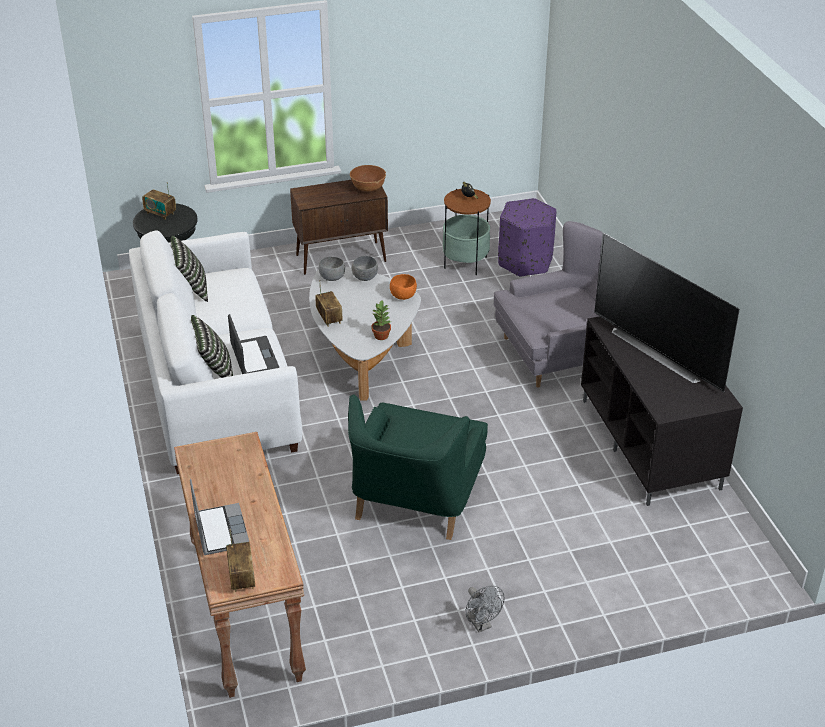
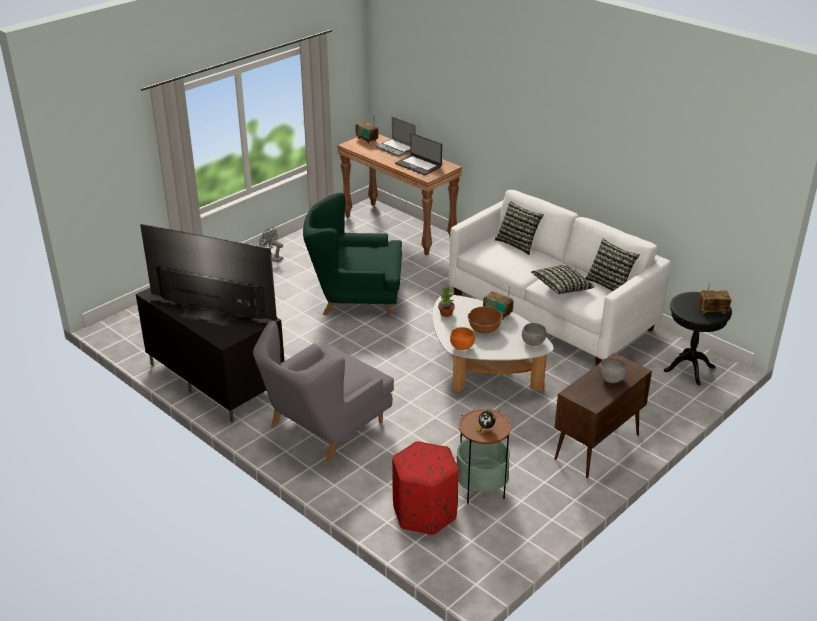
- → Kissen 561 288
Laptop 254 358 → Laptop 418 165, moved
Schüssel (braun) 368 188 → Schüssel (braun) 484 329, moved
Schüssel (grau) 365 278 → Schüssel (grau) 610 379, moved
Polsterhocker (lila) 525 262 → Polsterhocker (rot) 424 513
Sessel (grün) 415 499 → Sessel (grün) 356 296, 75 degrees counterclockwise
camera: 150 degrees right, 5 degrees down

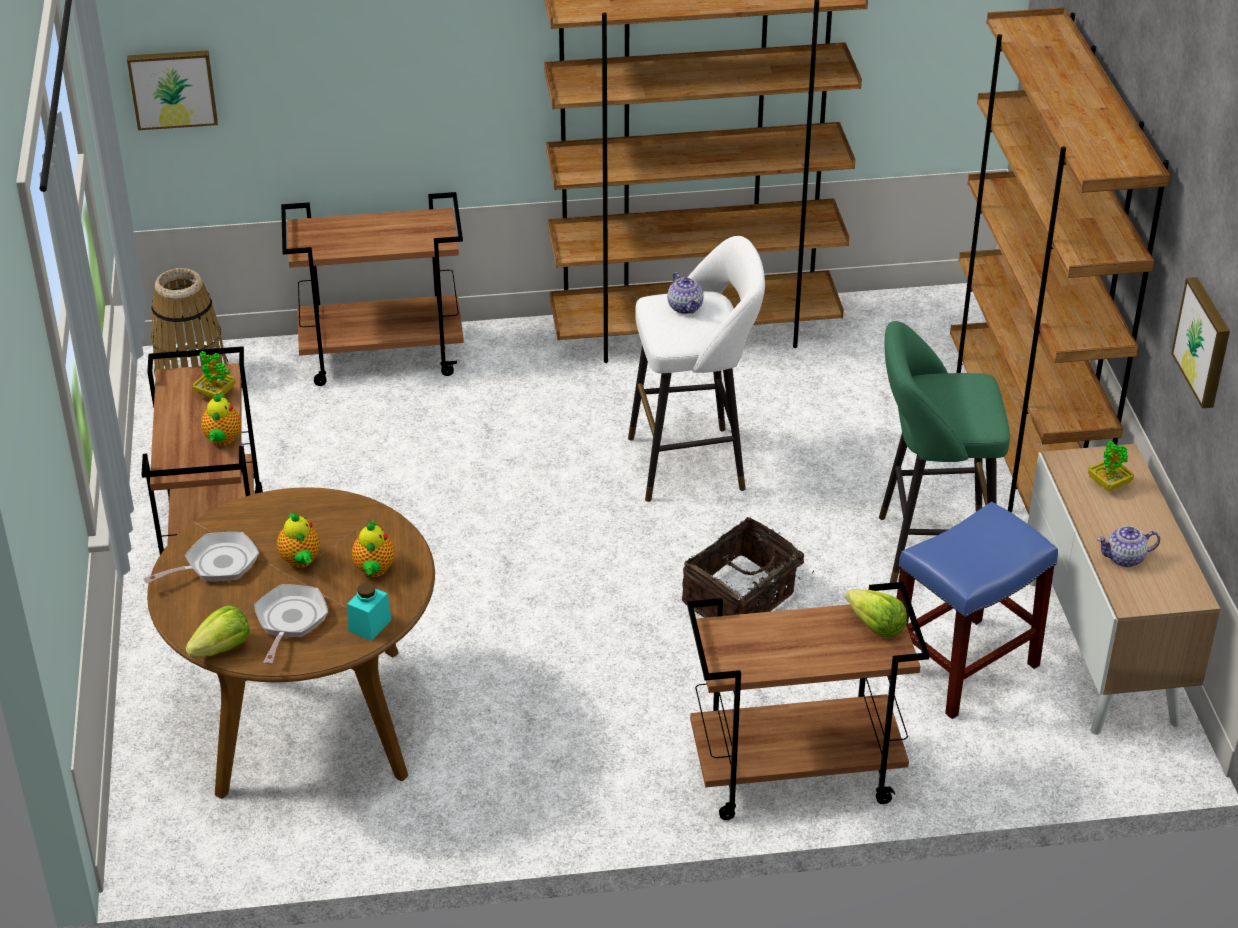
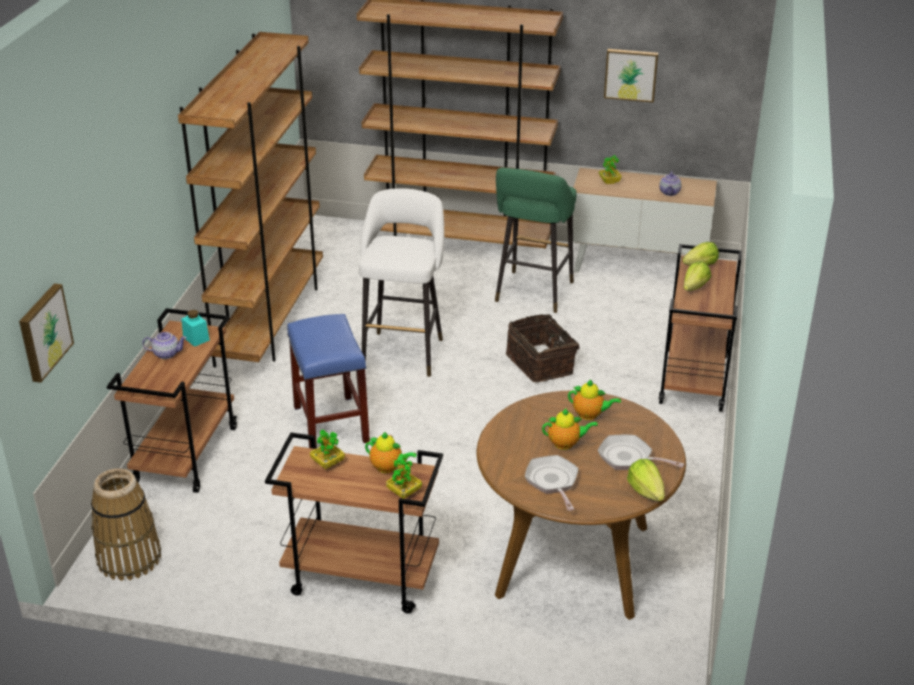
- → Topfpflanze 404 492
- → Salatkopf 694 287
Vorratsglas (türkis) 369 625 → Vorratsglas (türkis) 196 338, moved
Teekanne 685 307 → Teekanne 166 354, moved
Hocker (blau) 964 666 → Hocker (blau) 330 424, moved
camera: 70 degrees left, 5 degrees down

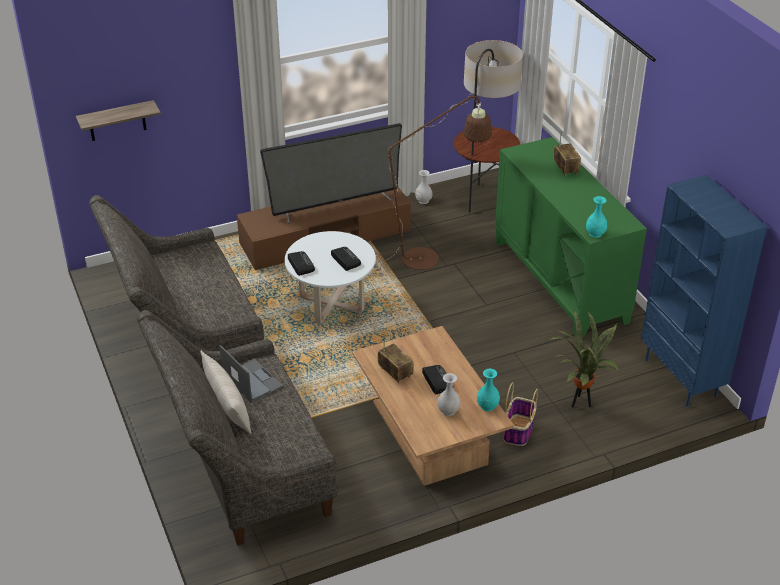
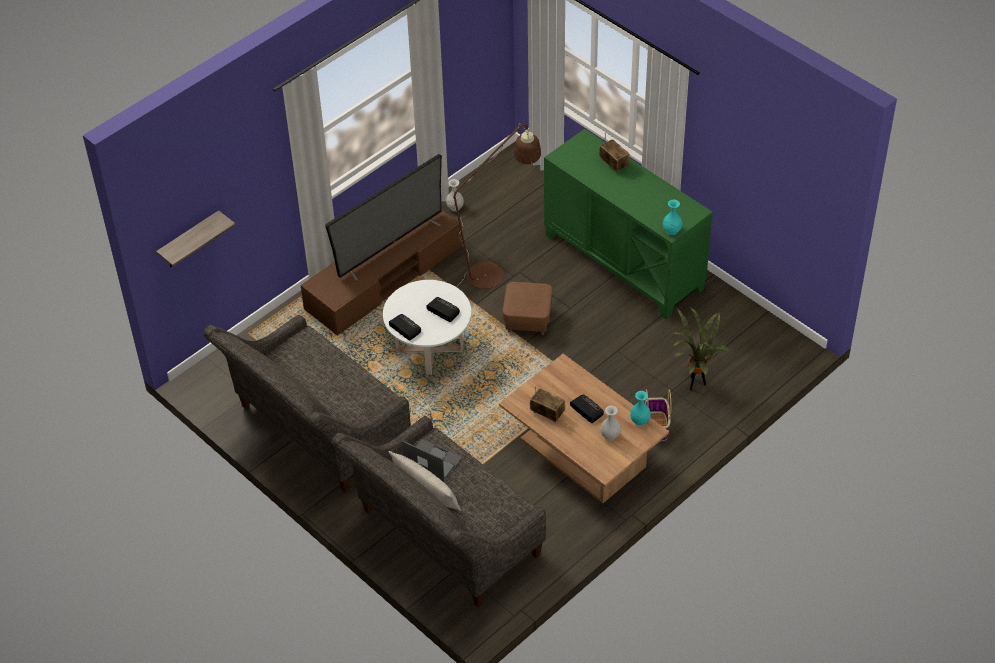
Stehlampe 483 200 → -
Bücherregal (blau) 682 378 → -
- → Polsterhocker (braun) 527 320
camera: 20 degrees left, 10 degrees up

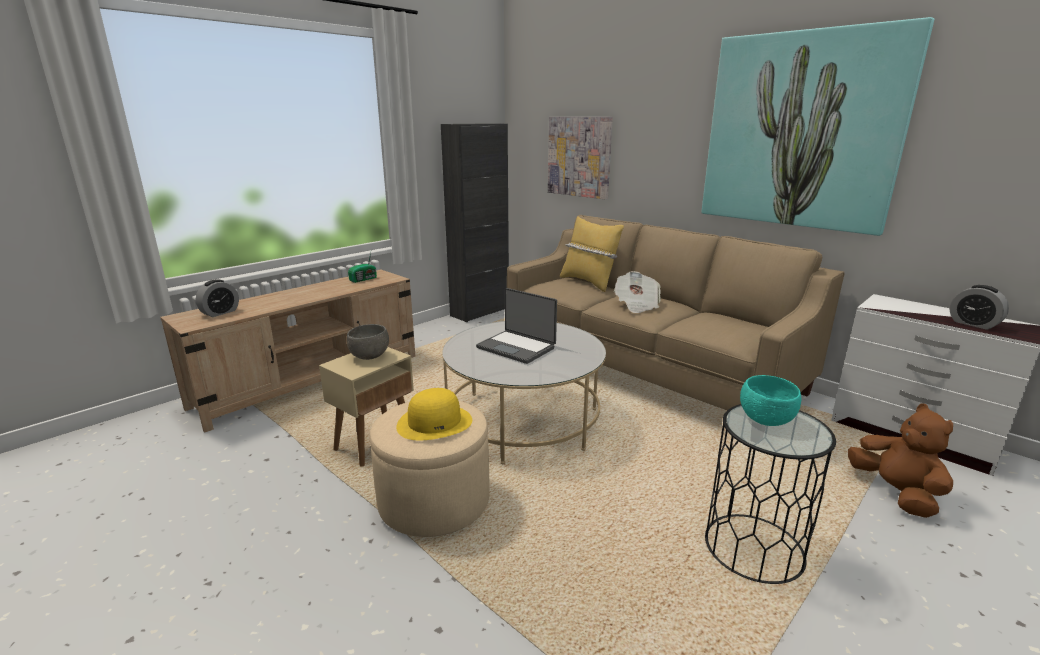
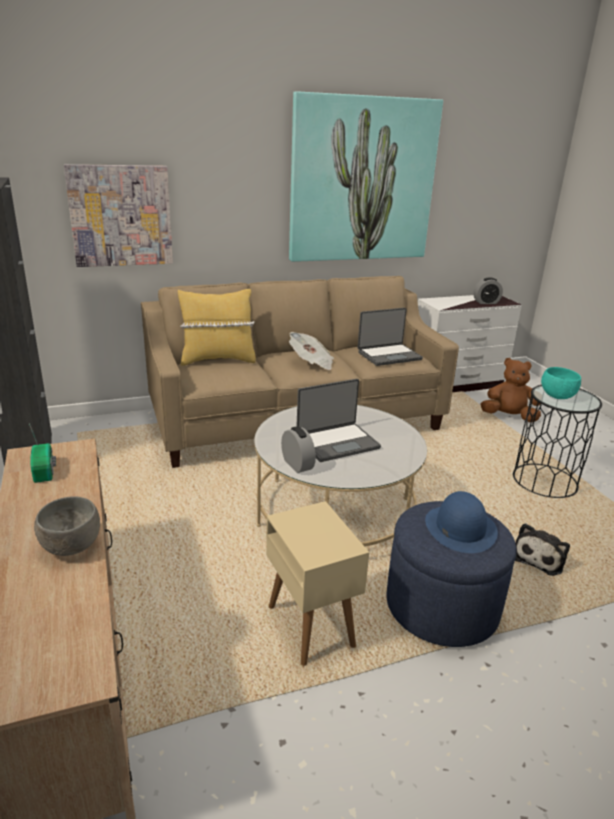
- → Laptop 388 355
- → Plüschtier 540 558
Wecker 220 312 → Wecker 297 464, moved
Schüssel (grau) 369 356 → Schüssel (grau) 70 547, moved
Polsterhocker (beige) 434 501 → Polsterhocker (blau) 441 606
Hut (gelb) 435 422 → Hut (blau) 460 528
camera: 65 degrees left, 5 degrees up

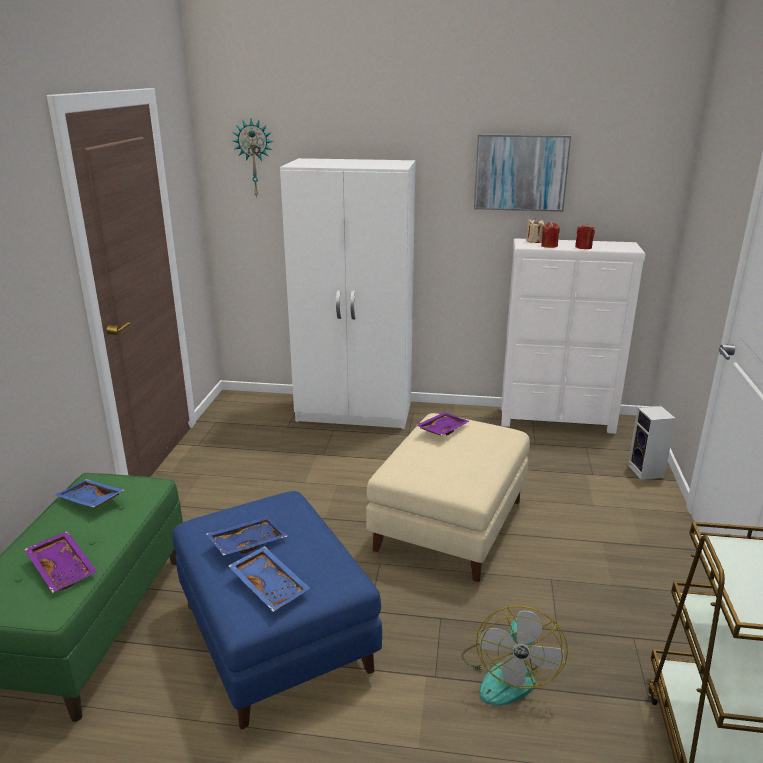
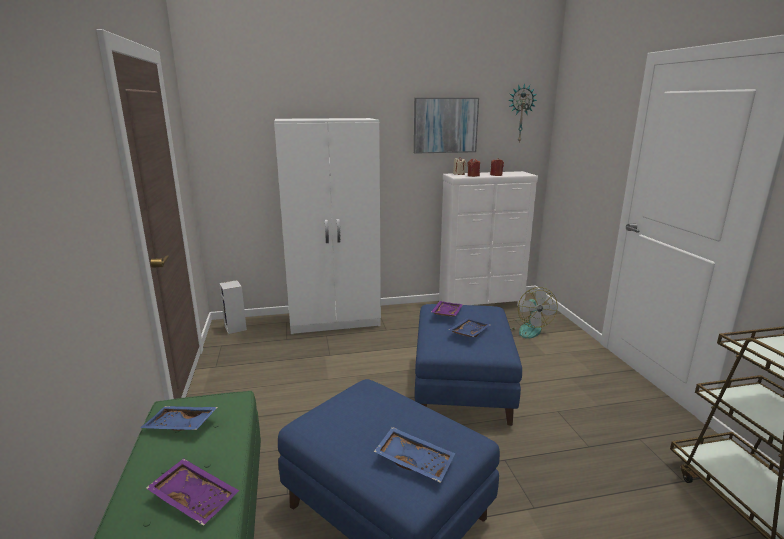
Tablett (blau) 246 543 → Tablett (blau) 468 333, moved
Wanduhr 254 158 → Wanduhr 520 113, moved
Ventilator 508 673 → Ventilator 526 329, moved
Lautsprecher 647 472 → Lautsprecher 236 328, moved
Polsterhocker (beige) 449 524 → Polsterhocker (blau) 461 388
camera: 20 degrees left, 5 degrees down

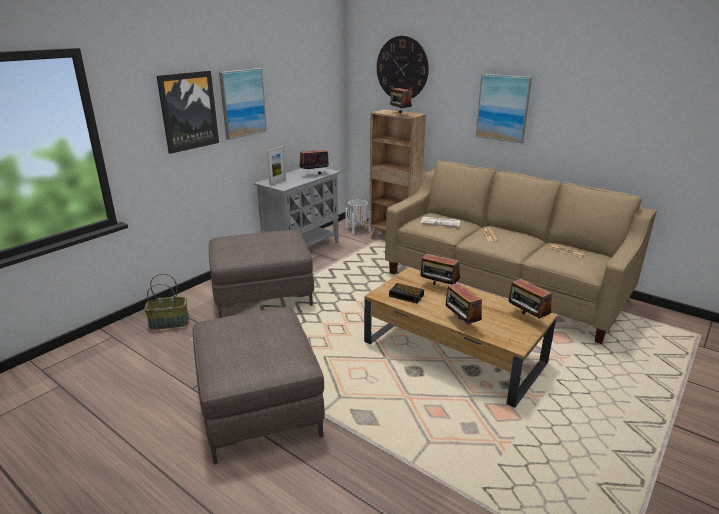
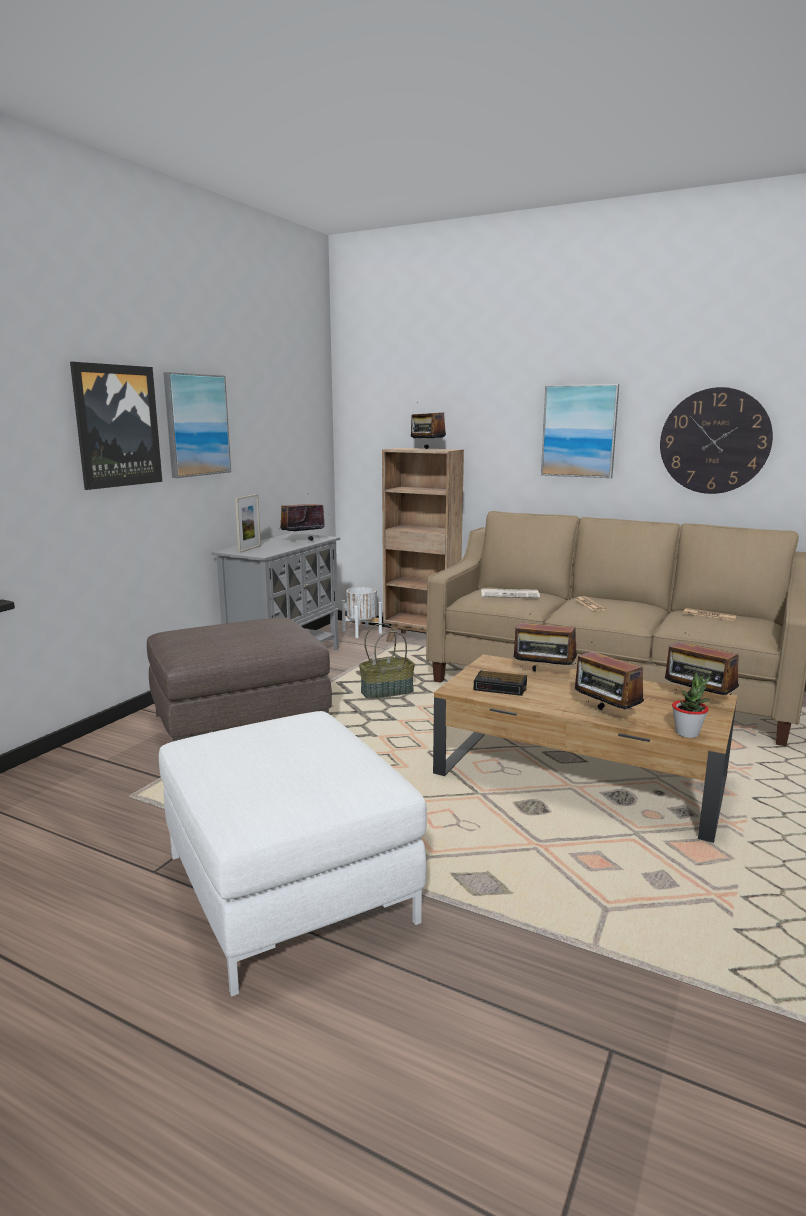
- → Topfpflanze 687 733
Korb 169 322 → Korb 387 692, moved
Wanduhr 402 68 → Wanduhr 714 441, moved
Polsterhocker (braun) 258 406 → Polsterhocker (weiß) 287 887
camera: 10 degrees left, 10 degrees down

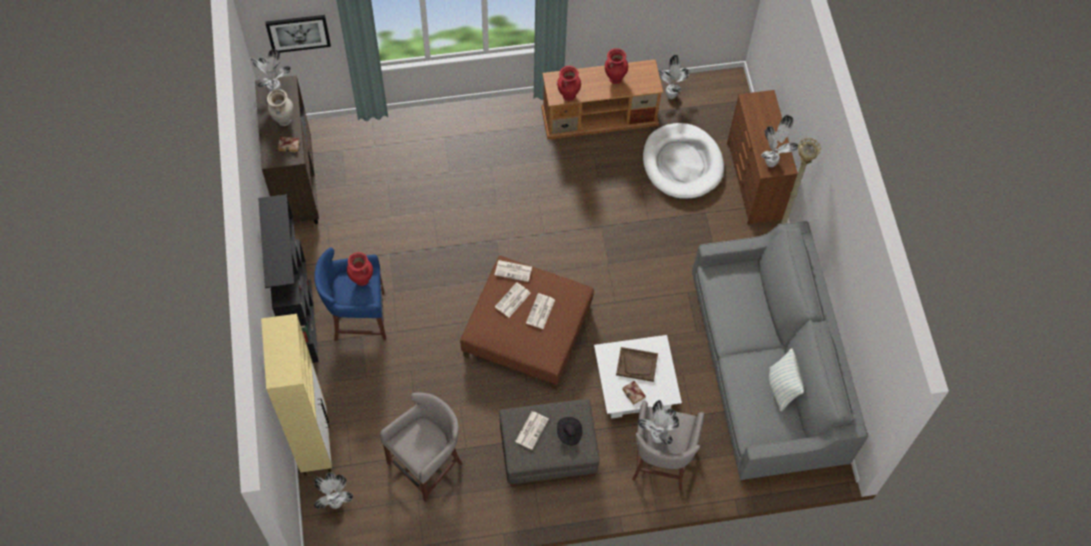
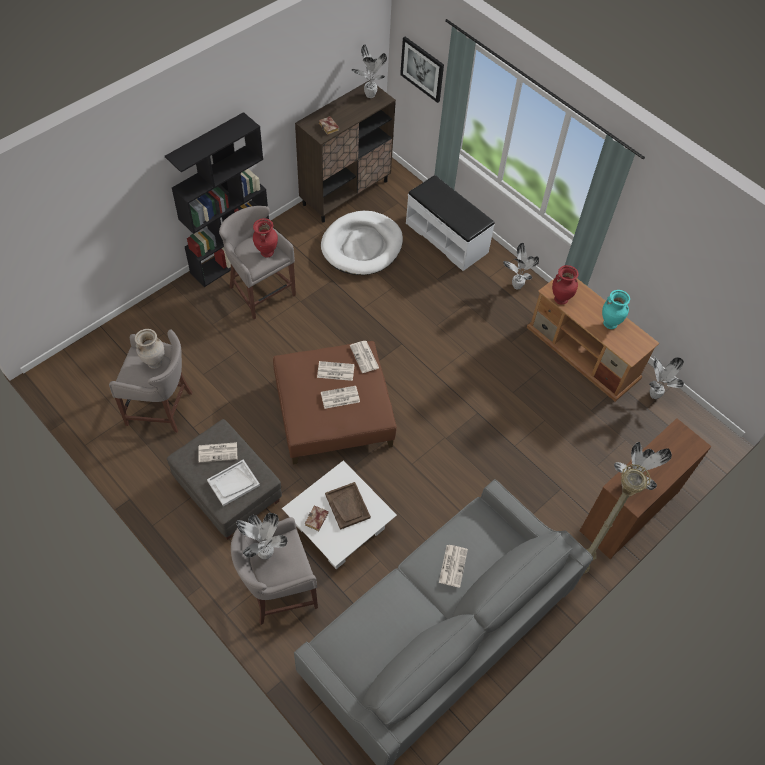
Schrank (beige) 315 443 → -
Kissen 781 388 → -
- → Bank (weiß) 447 237
- → Zeitung 453 565
Vase (beige) 284 120 → Vase (beige) 154 362, moved
Topfpflanze 336 504 → Topfpflanze 516 286, moved
Hundebett (weiß) 682 163 → Hundebett (weiß) 362 246, moved
Hut (schwarz) 569 433 → Tablett (weiß) 233 483
Hocker (blau) 357 317 → Hocker (grau) 260 290
Vase (rot) 615 79 → Vase (türkis) 609 323
camera: 55 degrees right, 5 degrees down

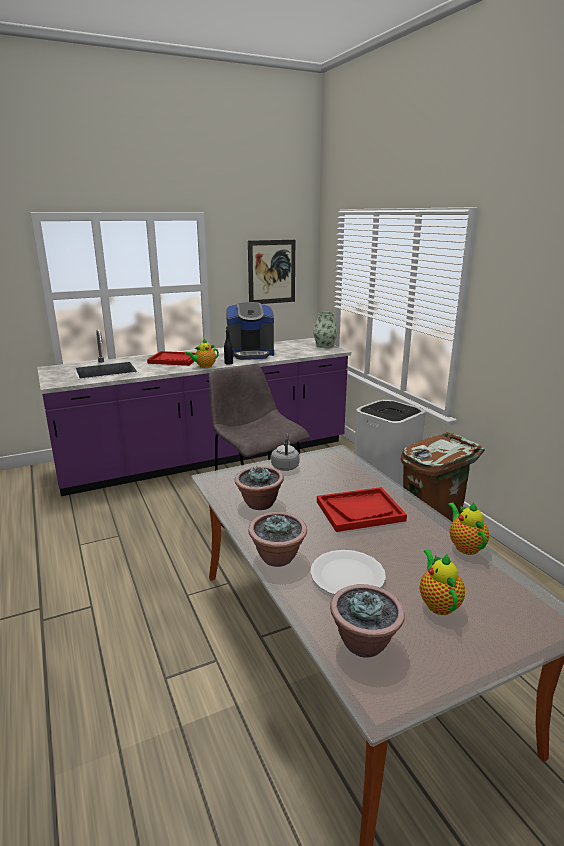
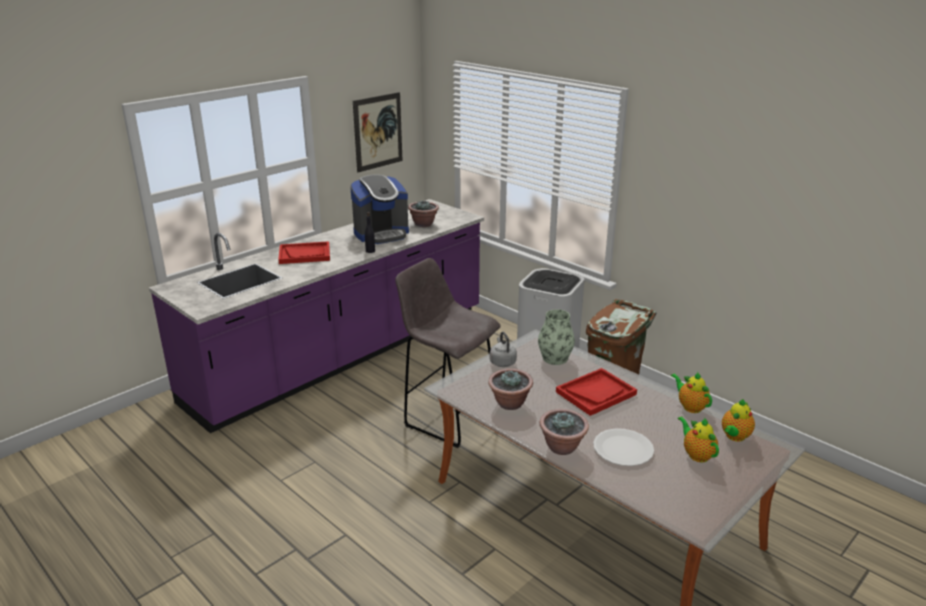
Teekanne 204 366 → Teekanne 734 437, moved
Vase 324 345 → Vase 555 358, moved
Topfpflanze 364 642 → Topfpflanze 423 224, moved
camera: 20 degrees left, 5 degrees up

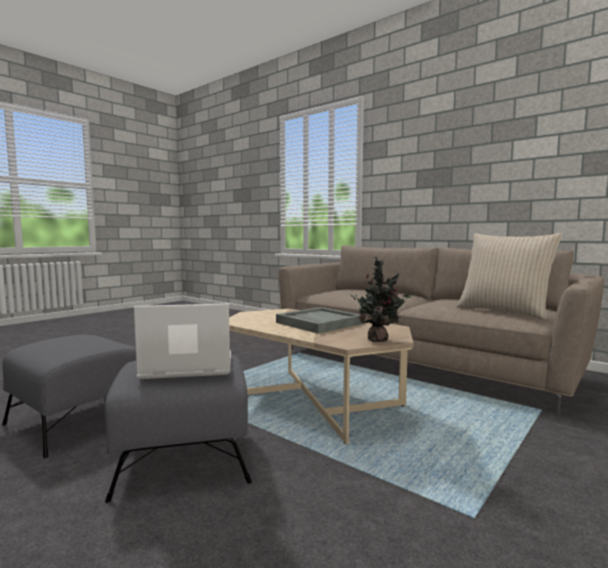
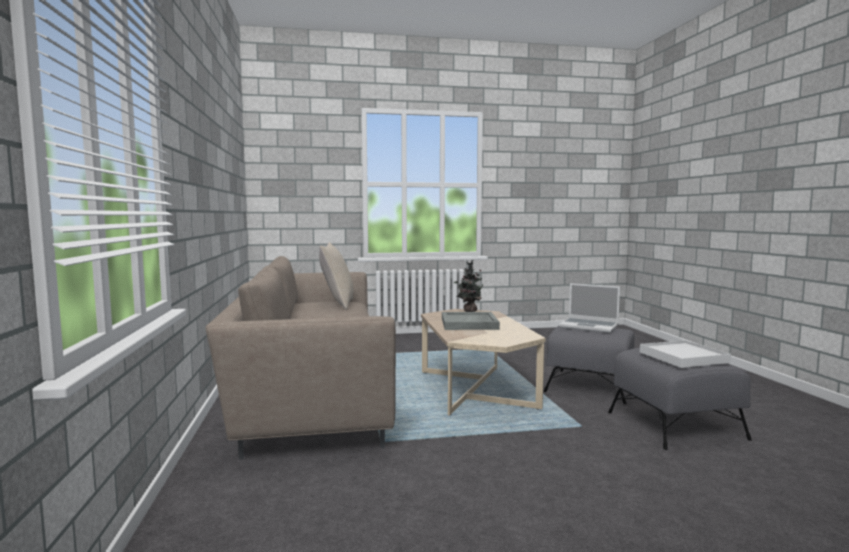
- → Tablett (weiß) 683 357
camera: 140 degrees left, 0 degrees up

